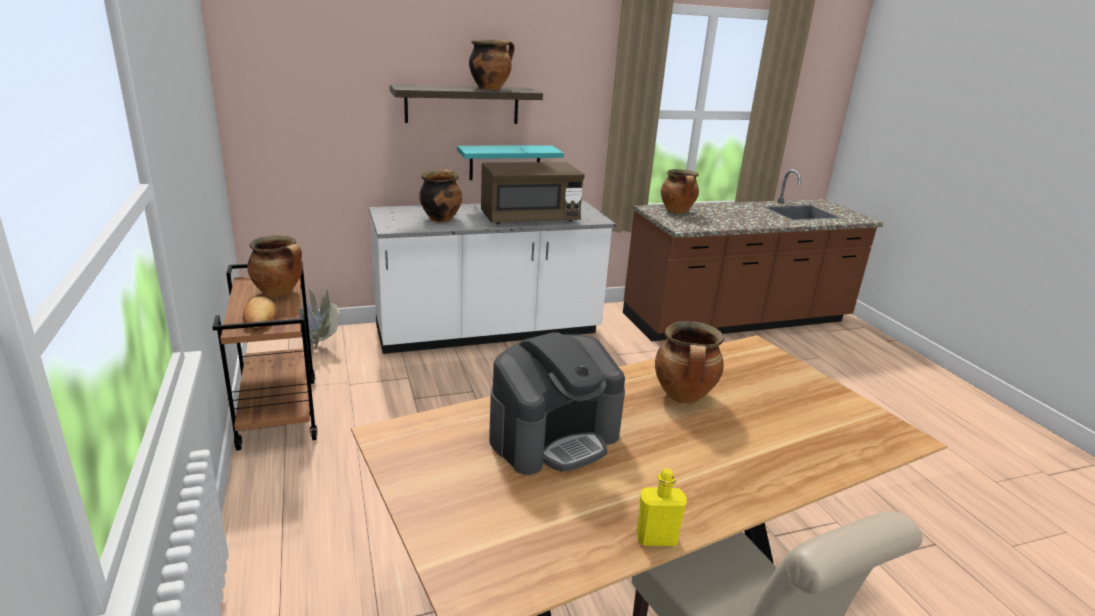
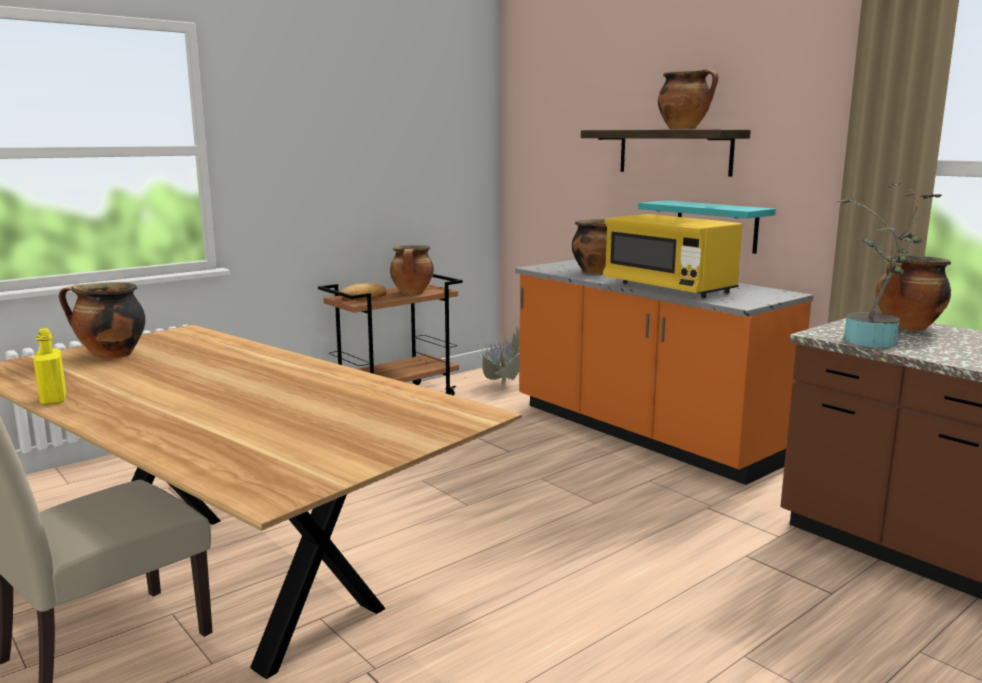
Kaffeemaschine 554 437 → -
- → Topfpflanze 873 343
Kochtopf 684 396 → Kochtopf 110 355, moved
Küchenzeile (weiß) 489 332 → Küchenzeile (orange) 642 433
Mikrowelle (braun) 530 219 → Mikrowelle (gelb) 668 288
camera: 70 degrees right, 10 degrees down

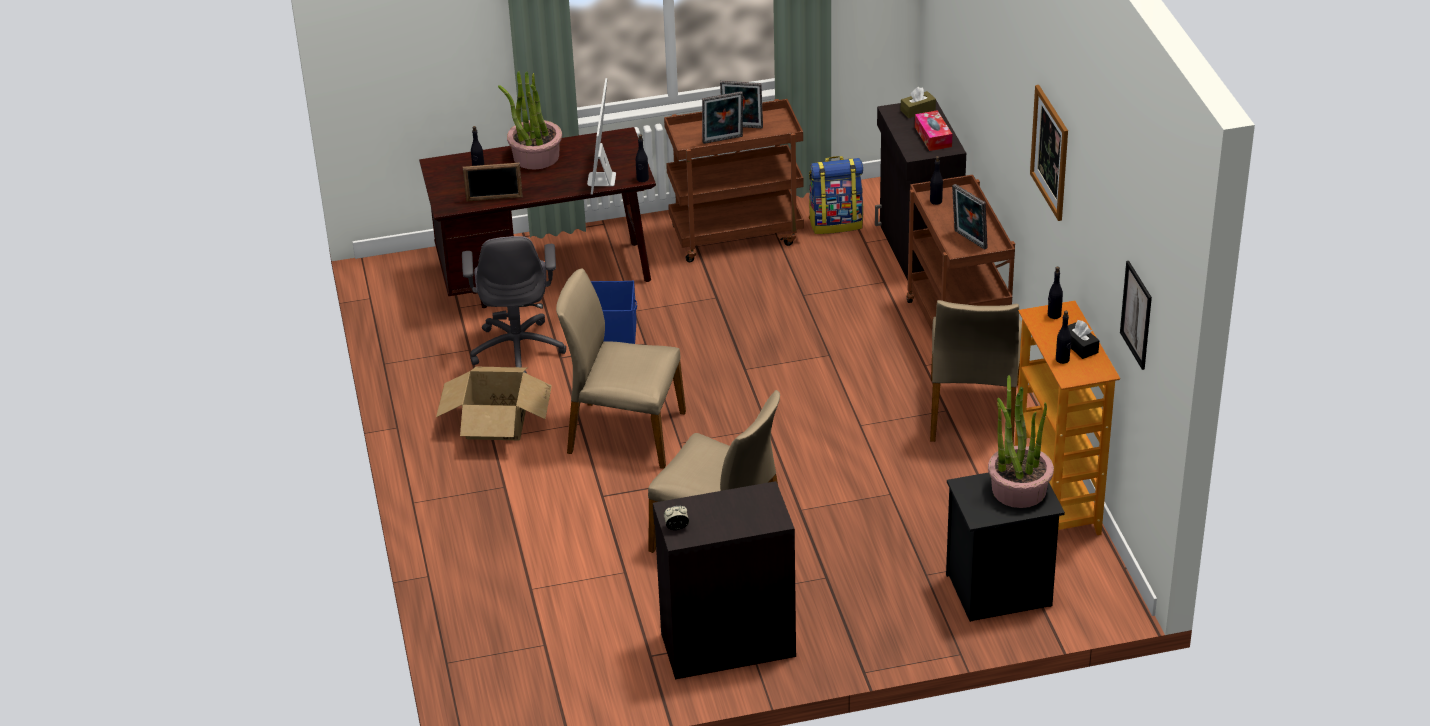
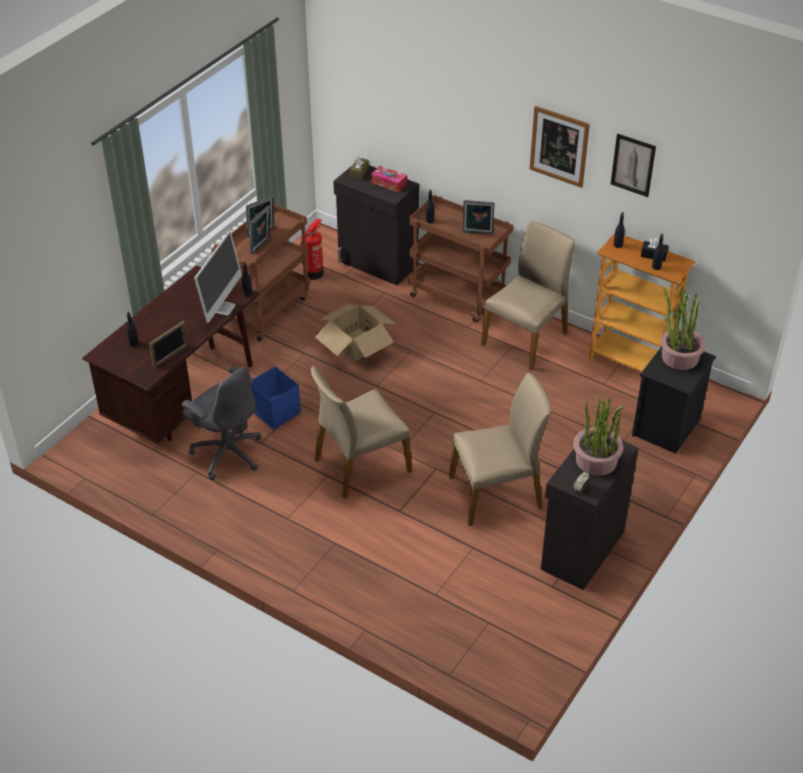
Karton 496 422 → Karton 356 344, moved
Topfpflanze 535 157 → Topfpflanze 596 461, moved
Bild 1136 315 → Bild 633 165, moved
Rucksack 836 223 → Feuerlöscher 313 273
Monitor 601 179 → Monitor 222 307, 120 degrees counterclockwise
Stuhl (beige) 973 412 → Stuhl (beige) 526 339, 105 degrees counterclockwise
camera: 45 degrees left, 5 degrees up

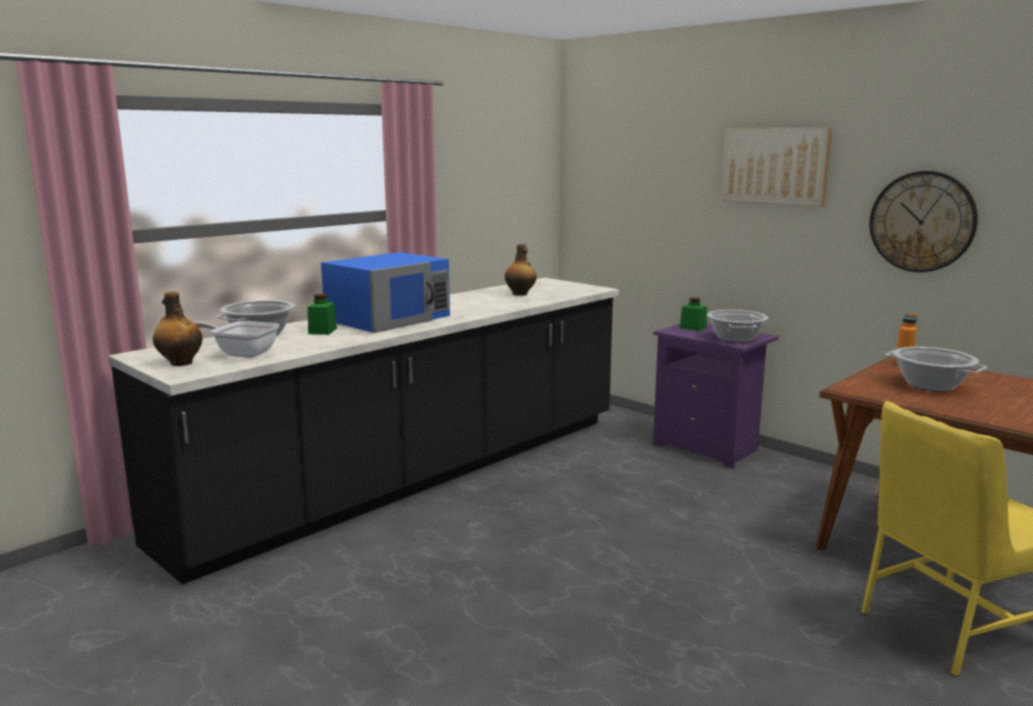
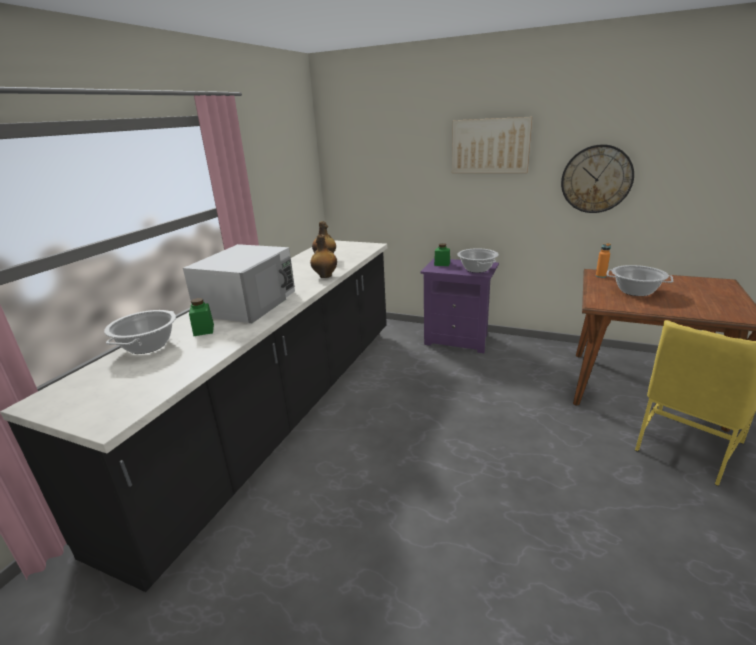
Pfanne 242 353 → -
Flasche 180 363 → Flasche 325 276, moved
Mikrowelle (blau) 389 318 → Mikrowelle (weiß) 248 302
camera: 20 degrees left, 10 degrees up

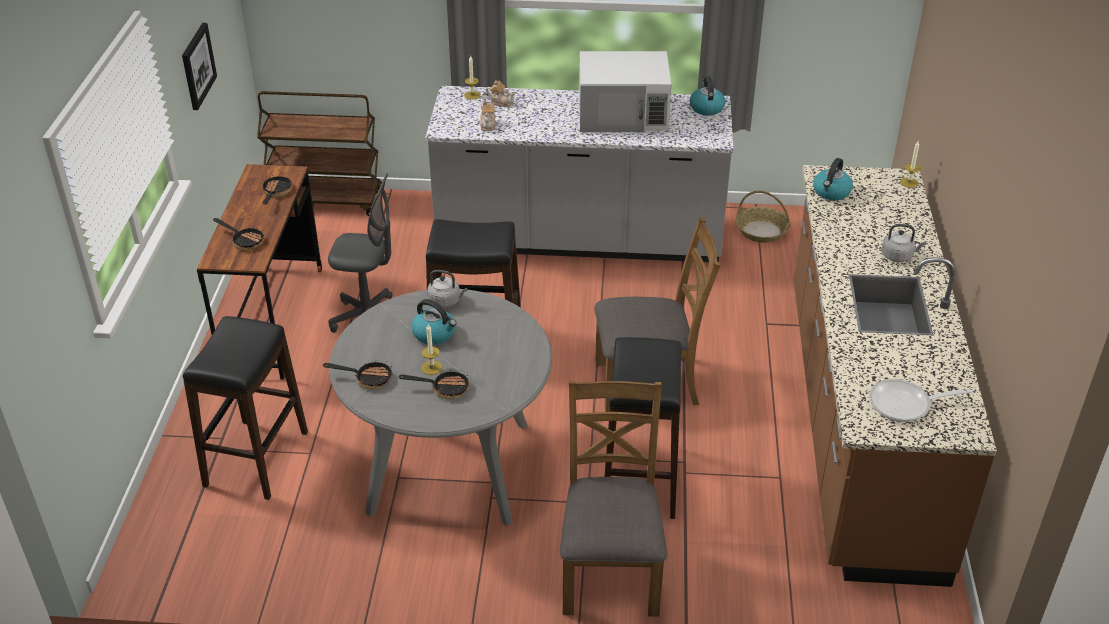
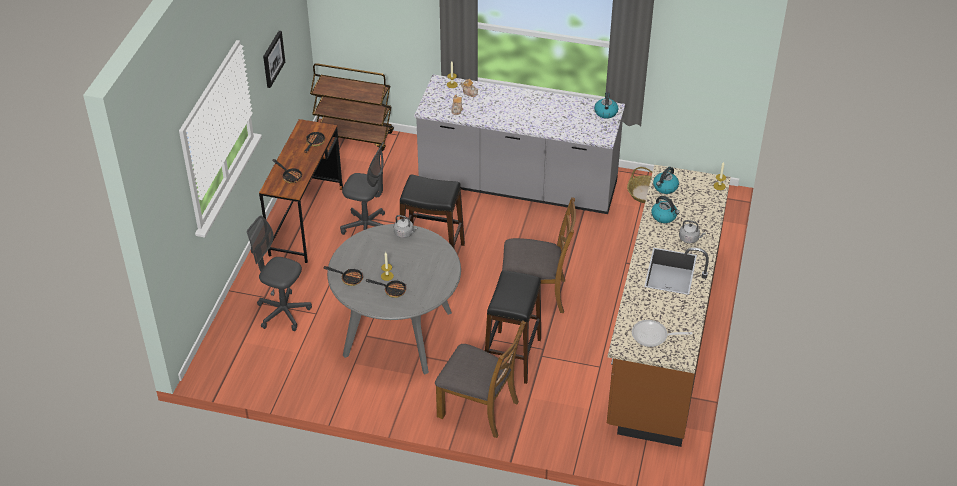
Mikrowelle (weiß) 623 113 → -
Wasserkessel 435 334 → Wasserkessel 664 216, moved
Hocker (schwarz) 256 458 → Bürostuhl (grau) 283 312
Stuhl (braun) 610 570 → Stuhl (braun) 479 408, 105 degrees clockwise
camera: 10 degrees right, 5 degrees up

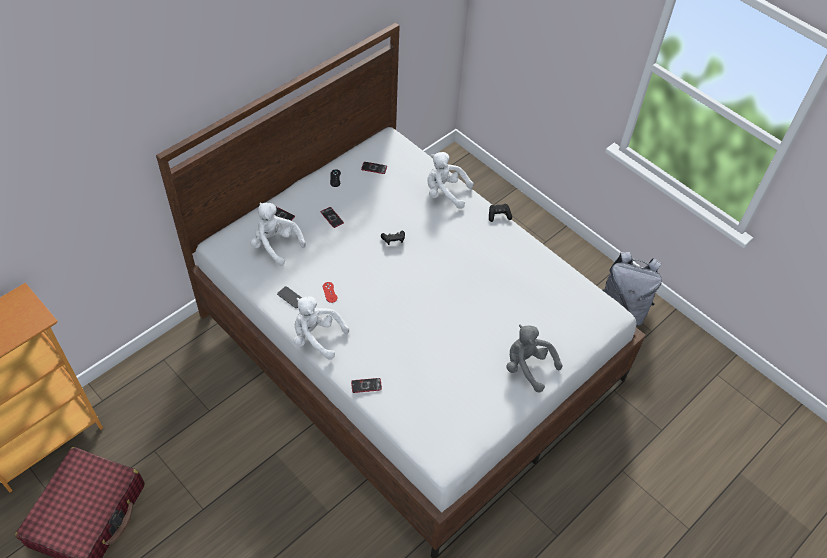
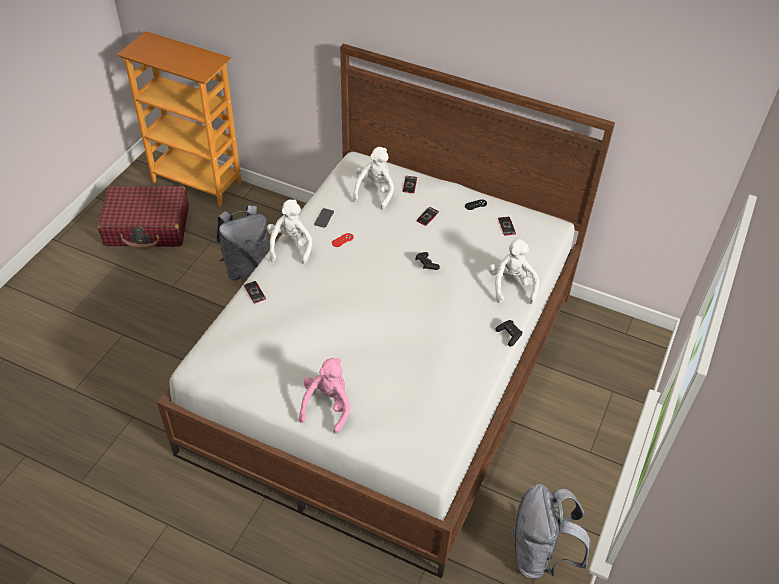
- → Rucksack (grau) 247 268
Plüschtier (grau) 527 367 → Plüschtier (rosa) 327 406
camera: 70 degrees right, 5 degrees down

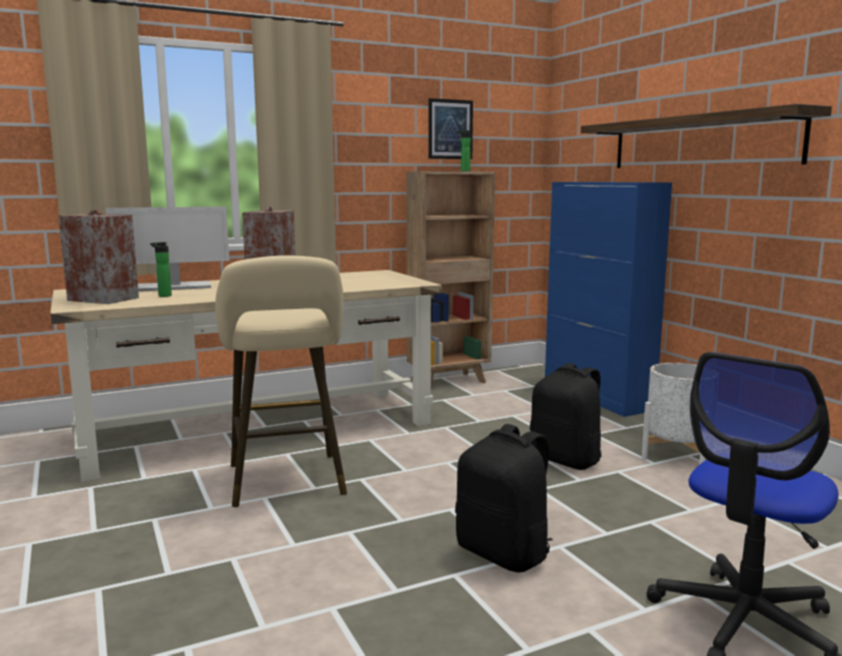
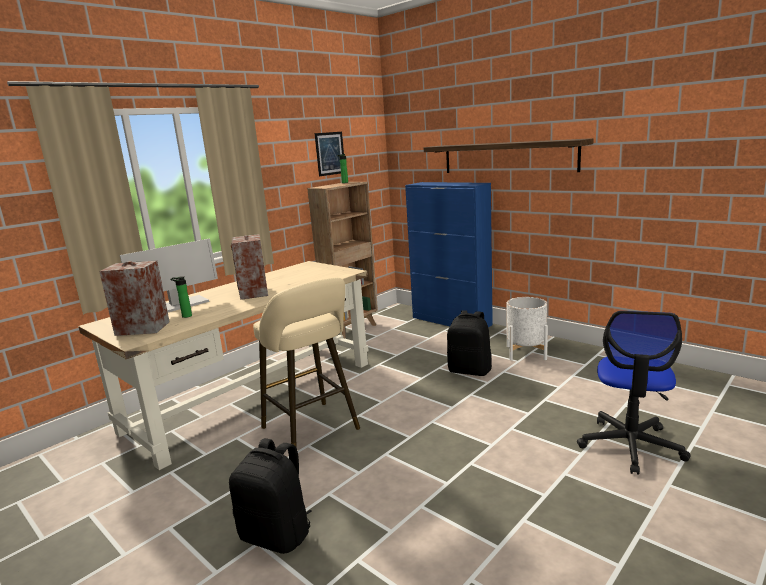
Rucksack (schwarz) 504 553 → Rucksack (schwarz) 277 535, moved
camera: 20 degrees left, 5 degrees up

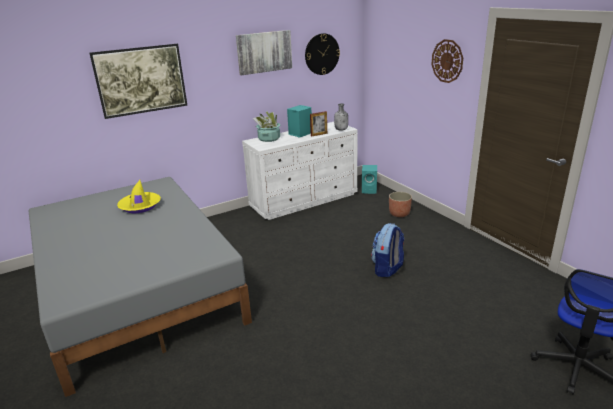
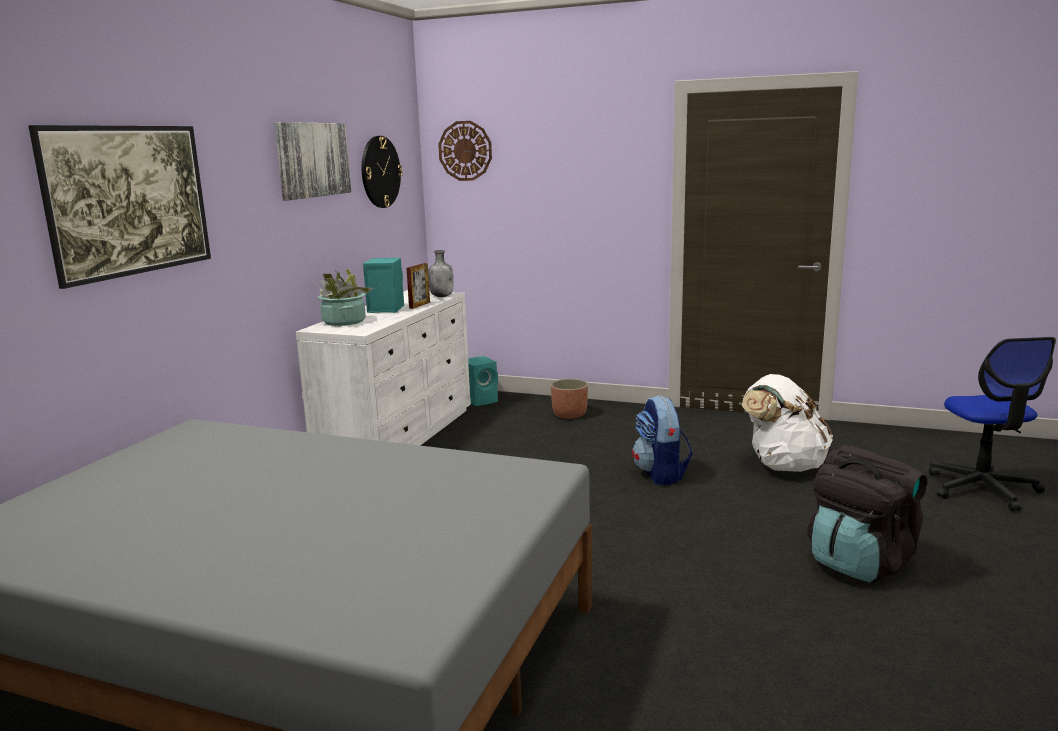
Hut (gelb) 140 206 → -
- → Rucksack (weiß) 783 465
- → Rucksack (schwarz) 860 562
Wanduhr 447 61 → Wanduhr 465 151, moved
camera: 40 degrees left, 10 degrees down

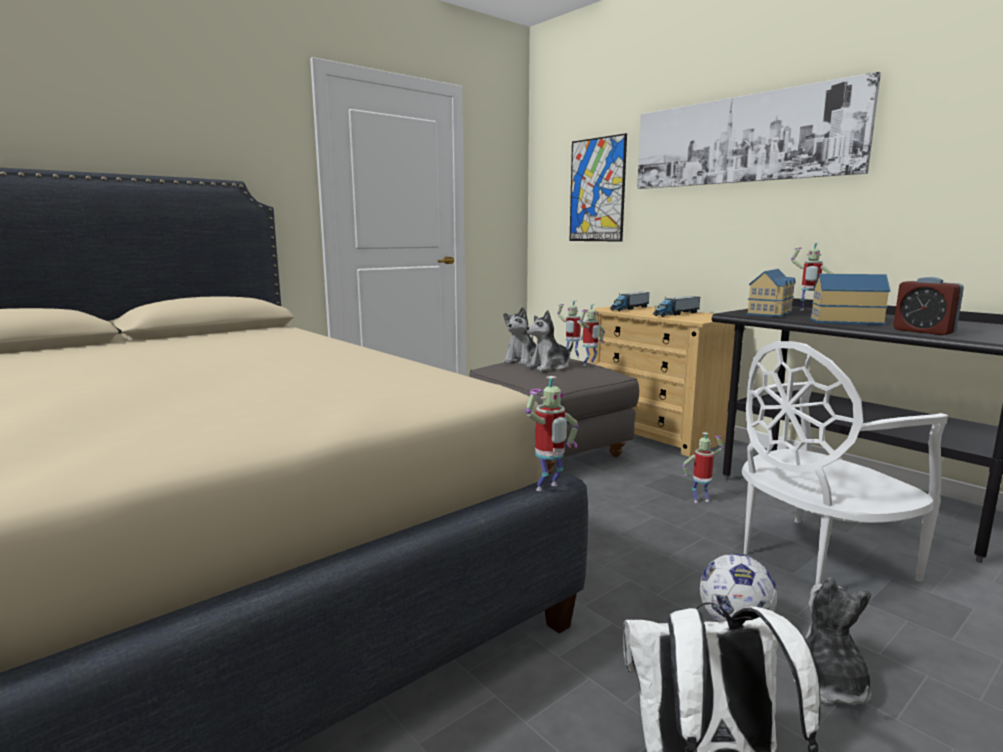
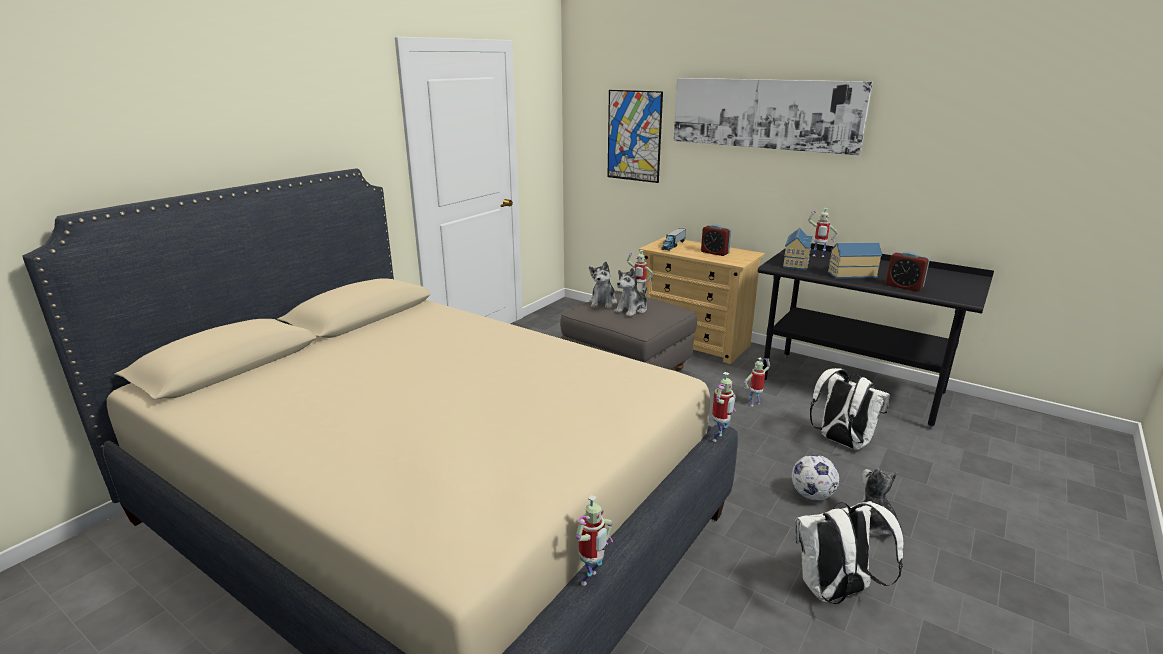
Spielzeugroboter 589 365 → Spielzeugroboter 591 580, moved
Spielzeuglaster 676 314 → Wecker 714 253
Stuhl (weiß) 815 560 → Rucksack (weiß) 841 442
camera: 15 degrees left, 10 degrees up

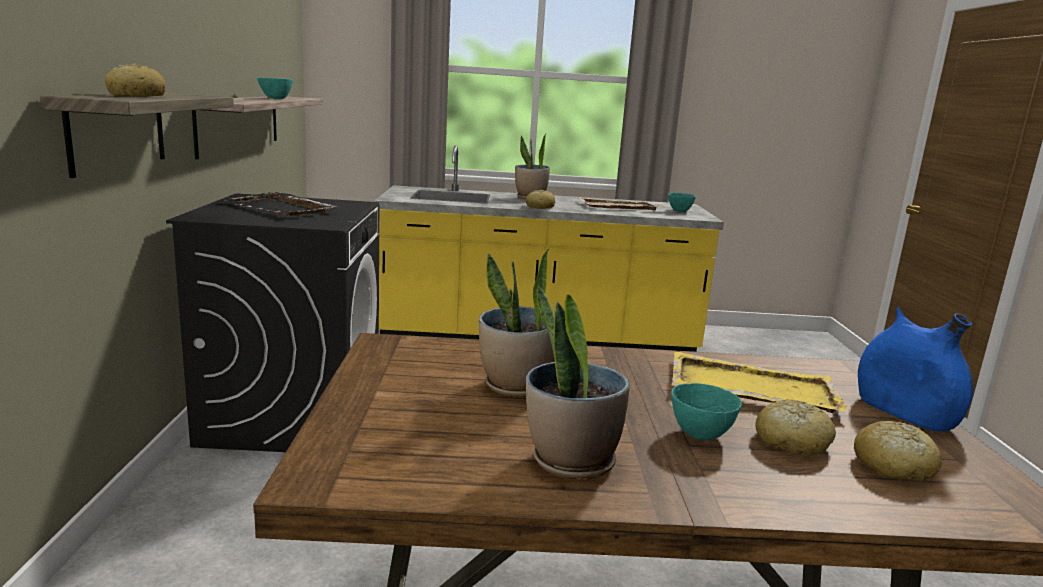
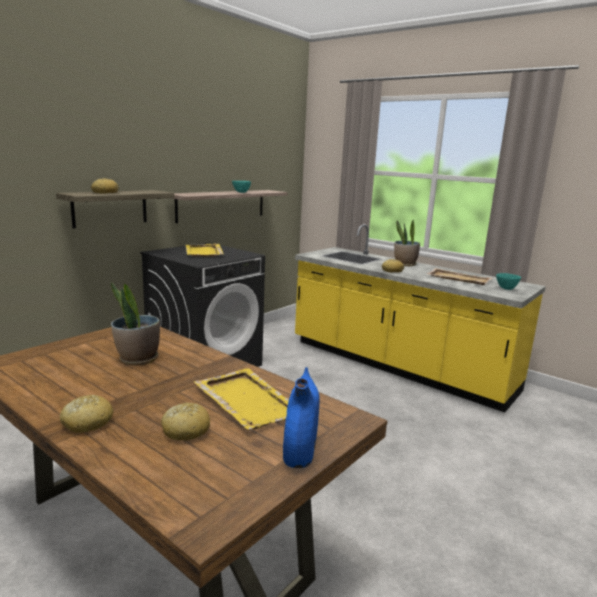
Topfpflanze 570 461 → -
Schüssel (türkis) 699 434 → -
Brot 893 466 → Brot 87 422, moved
Tablett (schwarz) 280 208 → Tablett (gelb) 203 252
camera: 40 degrees right, 0 degrees up

